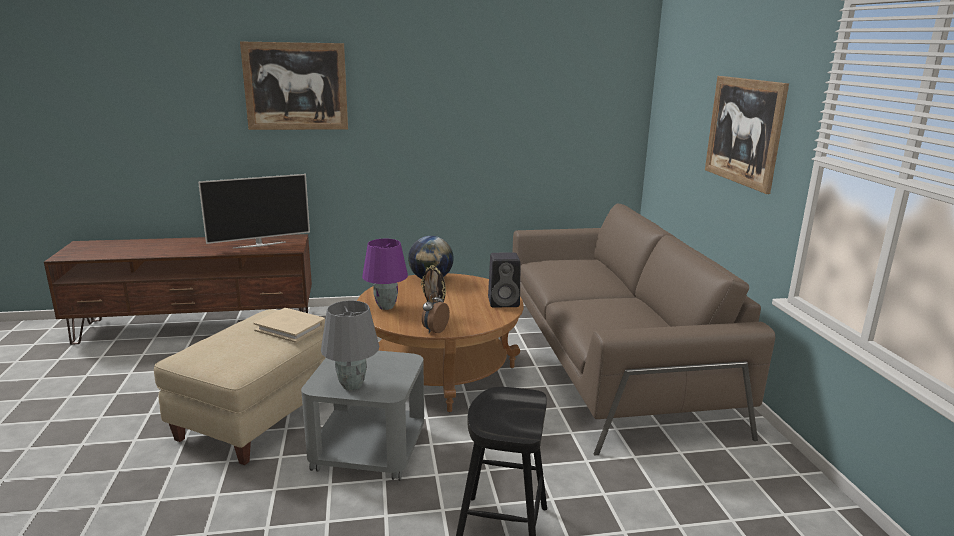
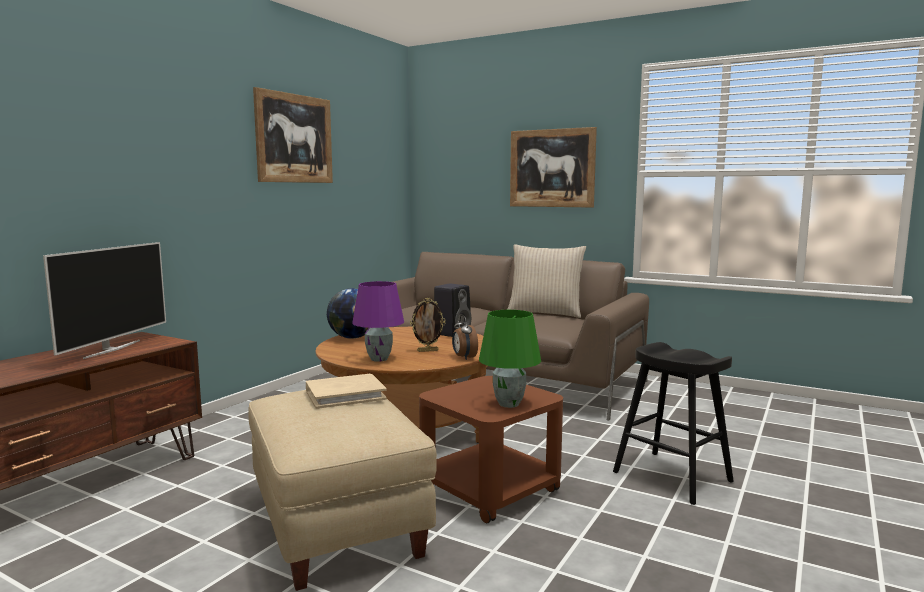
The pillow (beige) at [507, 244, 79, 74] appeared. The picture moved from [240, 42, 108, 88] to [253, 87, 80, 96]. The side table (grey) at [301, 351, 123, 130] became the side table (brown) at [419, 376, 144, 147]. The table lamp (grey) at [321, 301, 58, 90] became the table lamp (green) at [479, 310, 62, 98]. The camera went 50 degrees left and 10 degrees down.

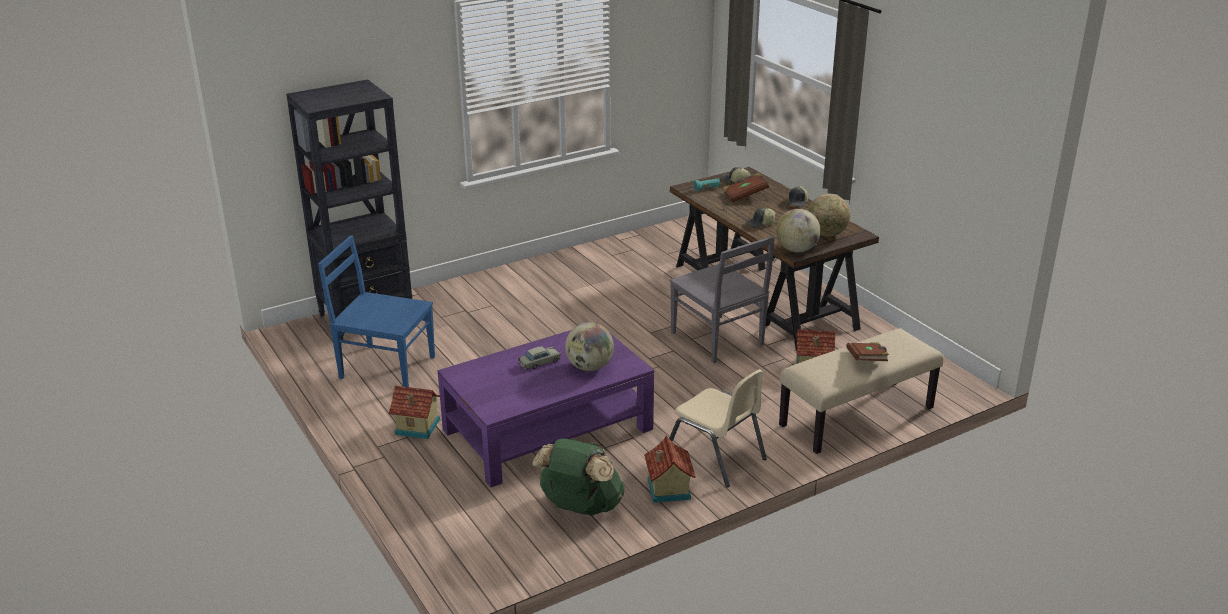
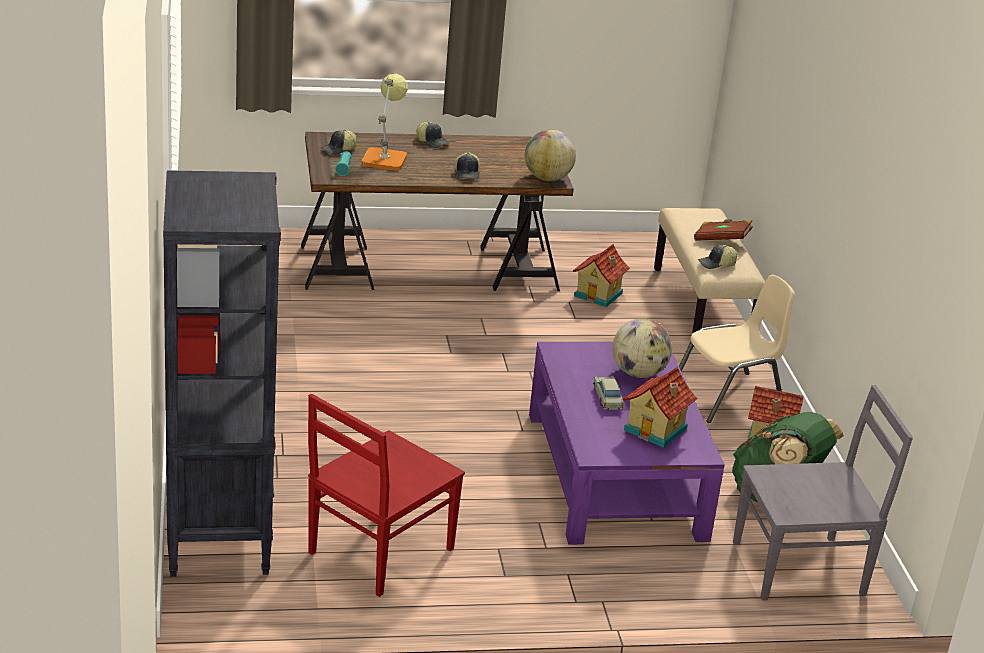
The globe at [808, 194, 42, 43] disappeared. The cap at [698, 245, 40, 24] appeared. The toy house moved from [389, 386, 51, 53] to [623, 367, 74, 81]. The chair (grey) moved from [670, 236, 105, 127] to [733, 385, 180, 216]. The book (brown) at [723, 173, 46, 29] was replaced by the table lamp at [362, 74, 46, 97]. The chair (blue) at [318, 235, 117, 152] became the chair (red) at [308, 394, 157, 203]. The camera went 70 degrees left and 0 degrees up.

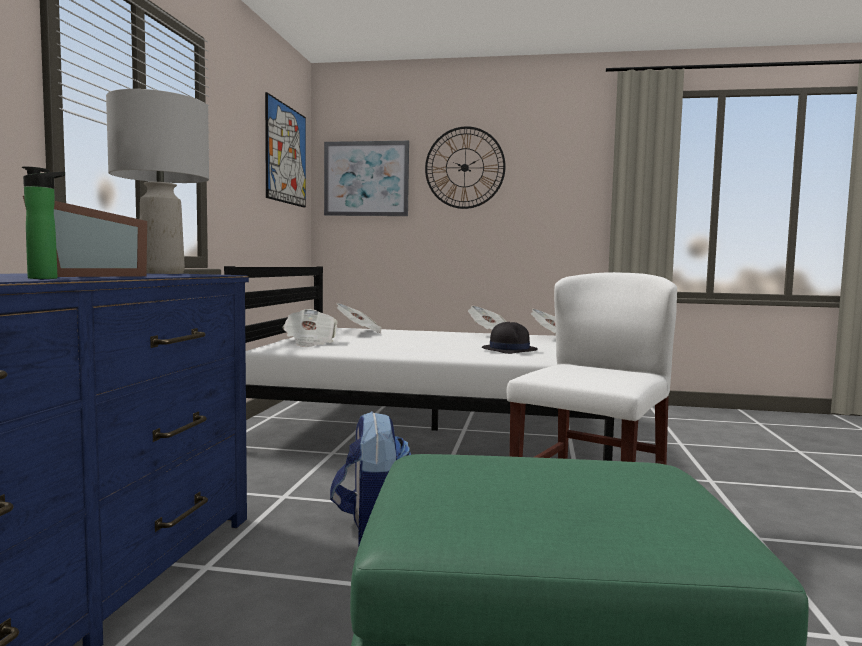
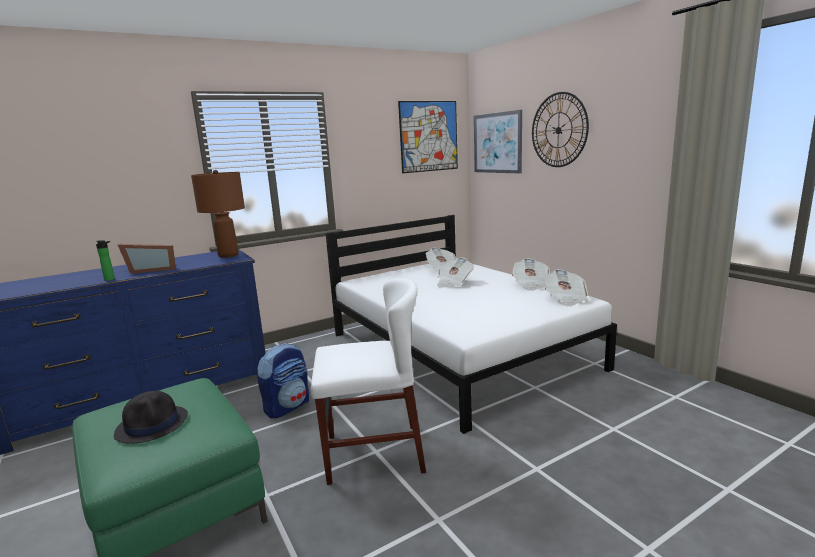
The newspaper moved from [283, 309, 55, 38] to [437, 257, 37, 31]. The hat (black) moved from [482, 322, 56, 32] to [114, 391, 74, 53]. The table lamp (grey) at [106, 89, 103, 185] became the table lamp (brown) at [191, 170, 54, 88]. The camera went 50 degrees right and 10 degrees up.

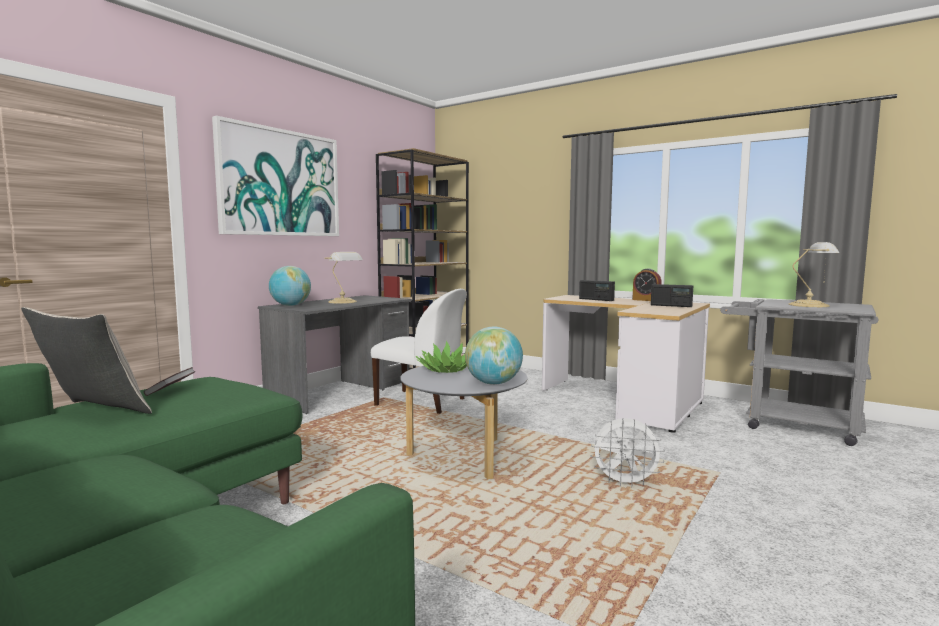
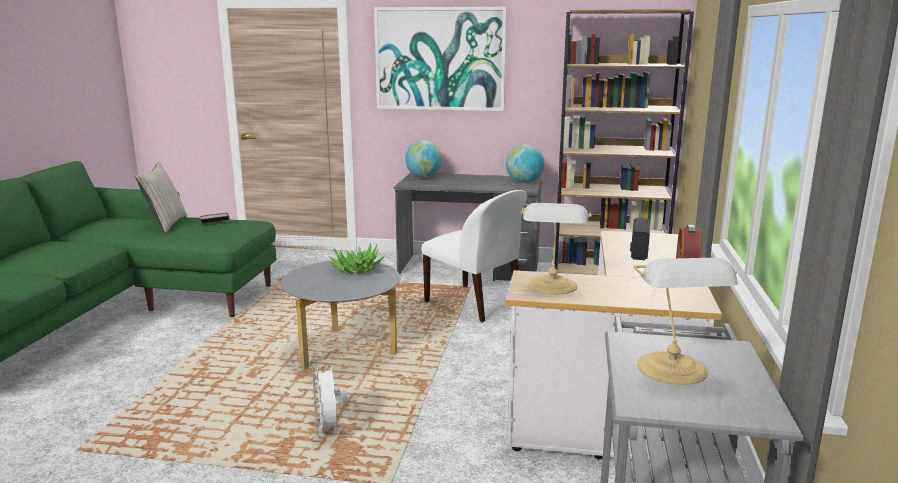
The radio at [651, 284, 42, 23] disappeared. The table lamp moved from [324, 252, 39, 52] to [521, 203, 71, 92]. The globe moved from [465, 326, 58, 59] to [506, 144, 38, 39]. The chair (white) at [371, 289, 96, 125] turned 45 degrees counterclockwise. The camera went 65 degrees right and 10 degrees up.

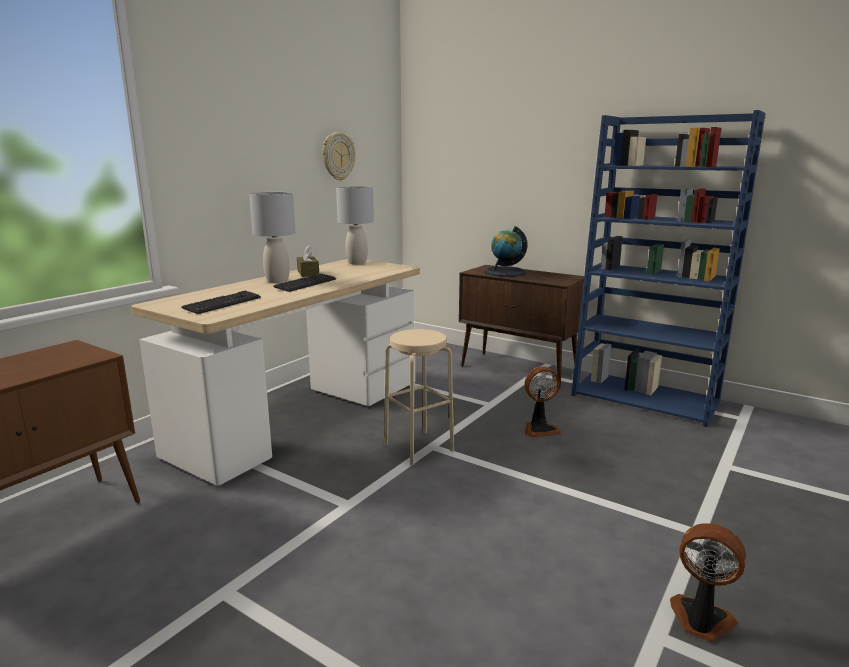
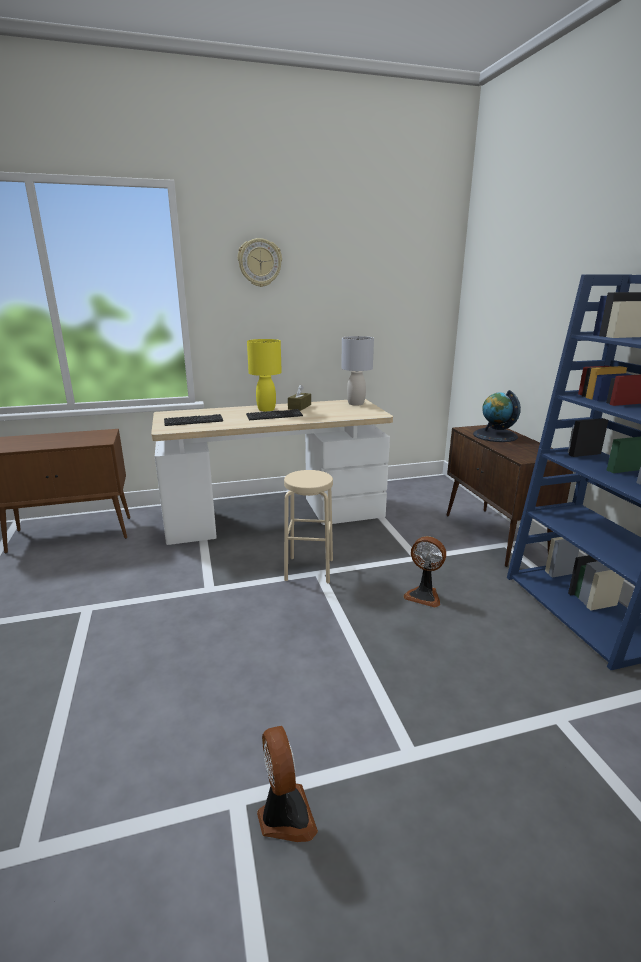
The wall clock moved from [323, 132, 32, 49] to [238, 238, 44, 49]. The table lamp (grey) at [249, 192, 47, 91] became the table lamp (yellow) at [247, 339, 35, 73]. The camera went 40 degrees right and 5 degrees up.

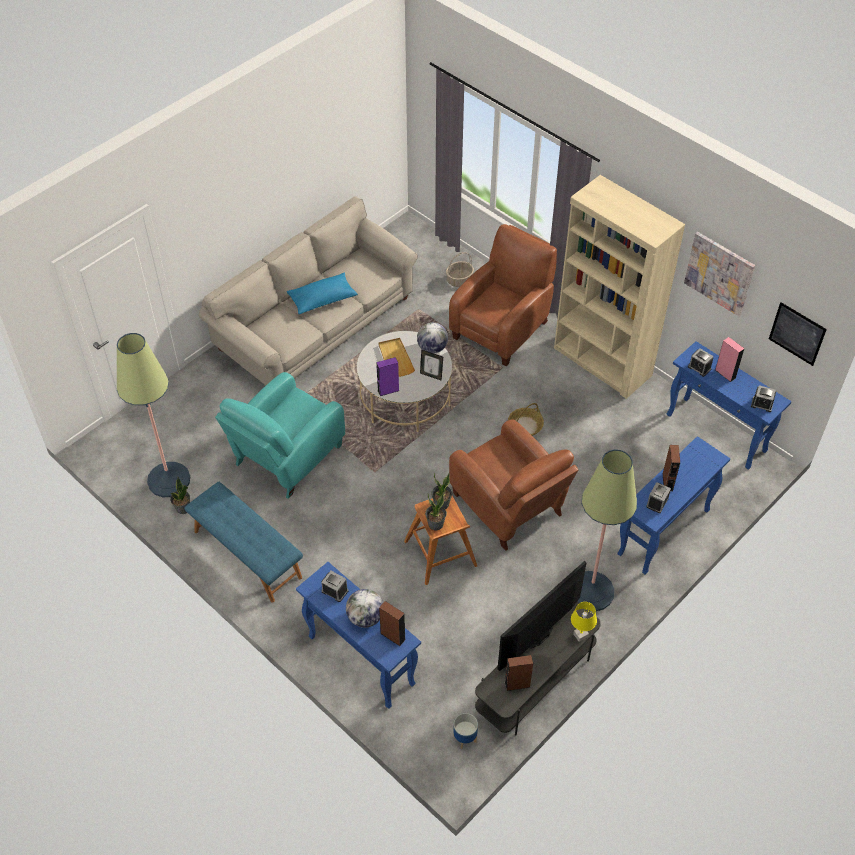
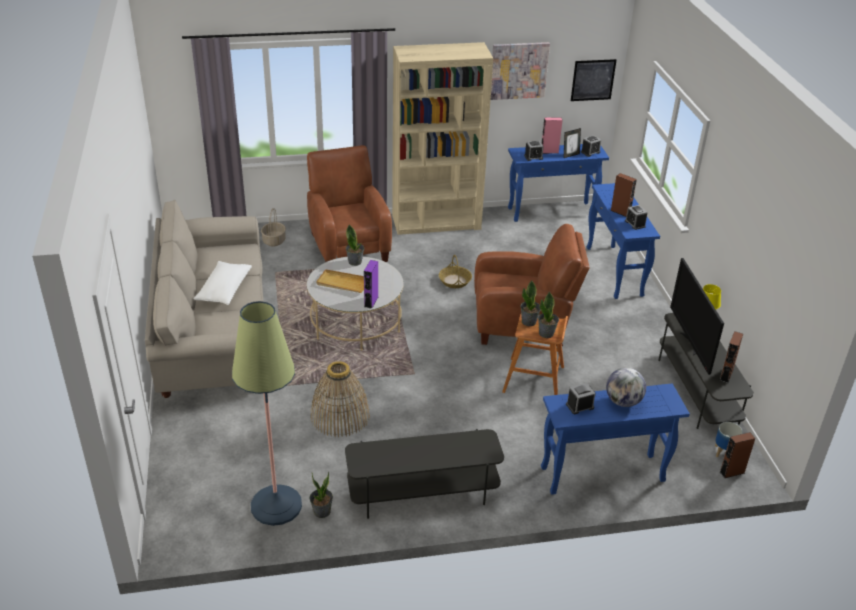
The floor lamp at [577, 449, 60, 162] disappeared. The speaker (brown) moved from [379, 601, 27, 45] to [720, 432, 35, 46]. The picture frame moved from [420, 350, 23, 31] to [563, 128, 18, 30]. The bench (blue) at [184, 482, 119, 121] was replaced by the tv stand (grey) at [345, 429, 159, 90]. The armchair (turquoise) at [215, 372, 130, 127] was replaced by the basket at [310, 361, 60, 76]. The globe at [417, 322, 31, 32] was replaced by the potted plant at [346, 225, 18, 41]. The pillow (blue) at [287, 273, 71, 41] became the pillow (white) at [194, 261, 58, 44]. The camera went 55 degrees left and 15 degrees down.

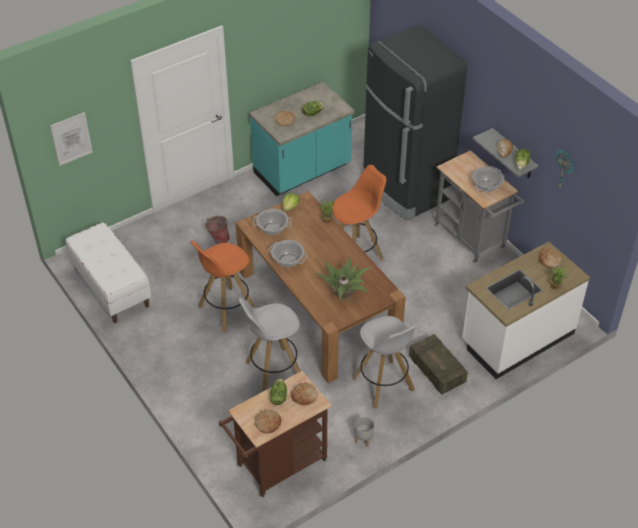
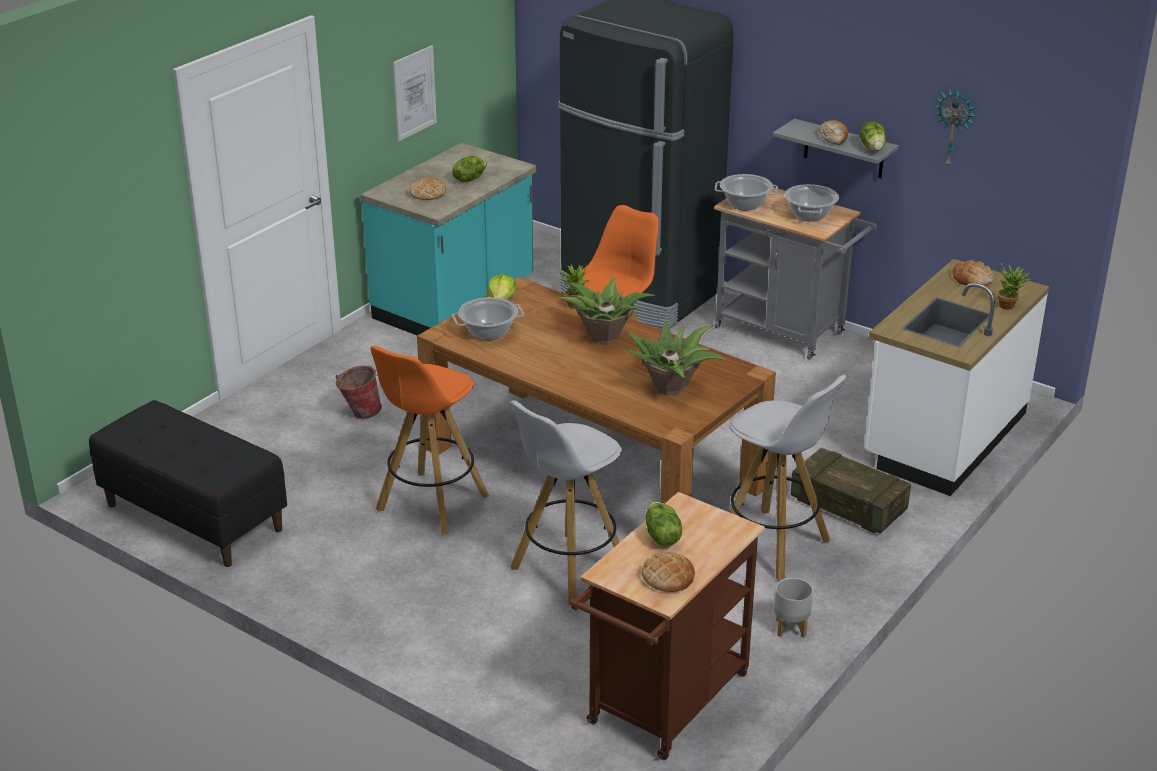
The bread at [291, 383, 27, 22] disappeared. The potted plant at [557, 277, 98, 68] appeared. The picture moved from [50, 112, 43, 54] to [393, 45, 44, 96]. The cooking pot moved from [268, 240, 39, 27] to [715, 174, 63, 36]. The bench (white) at [65, 222, 87, 101] became the bench (black) at [89, 400, 198, 167]. The camera went 20 degrees left and 15 degrees down.

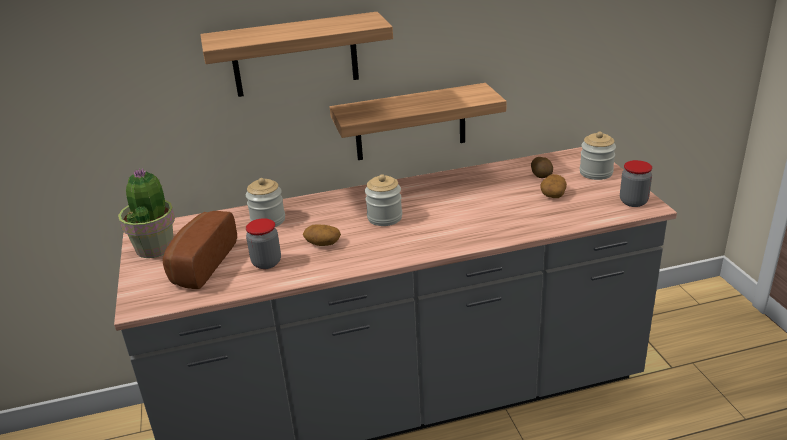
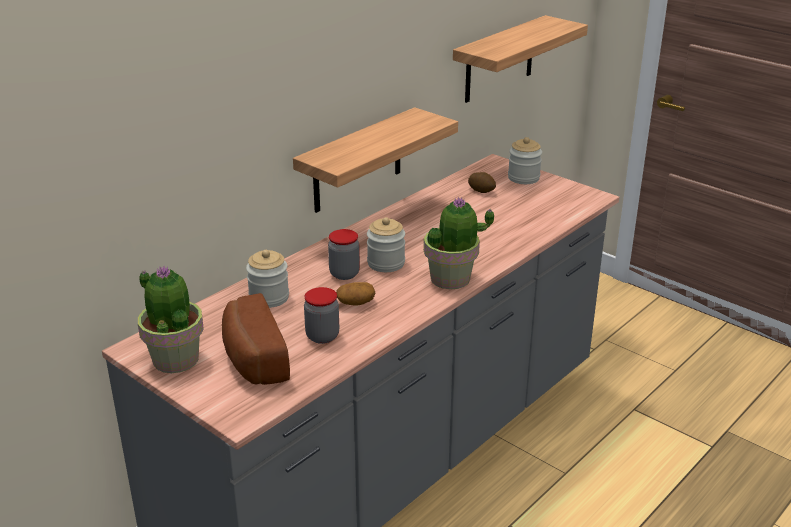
The potato at [540, 174, 27, 24] disappeared. The potted plant at [424, 197, 71, 92] appeared. The shelf moved from [200, 12, 193, 85] to [453, 15, 135, 88]. The jar moved from [620, 160, 32, 47] to [328, 229, 32, 51]. The camera went 35 degrees left and 0 degrees up.

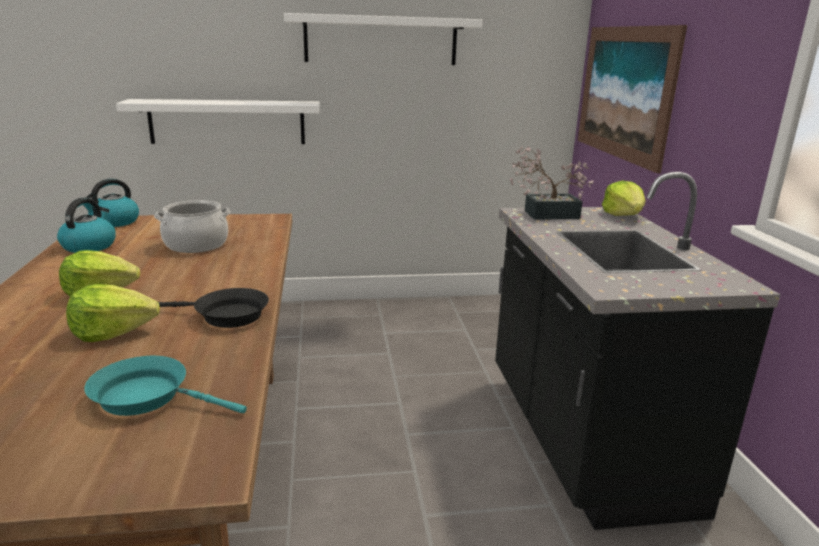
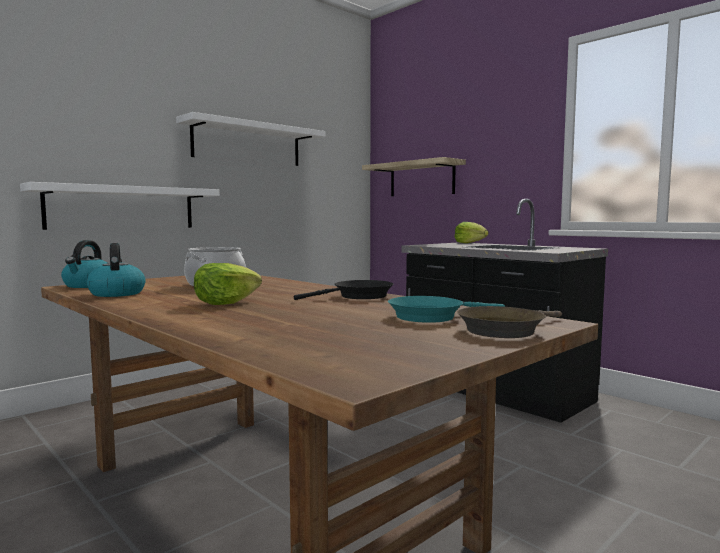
The lettuce at [66, 284, 94, 58] disappeared. The potted plant at [510, 146, 83, 74] disappeared. The frying pan (brown) at [457, 306, 105, 32] appeared. The picture at [578, 25, 109, 148] was replaced by the shelf at [362, 157, 104, 39]. The camera went 35 degrees left and 15 degrees down.

